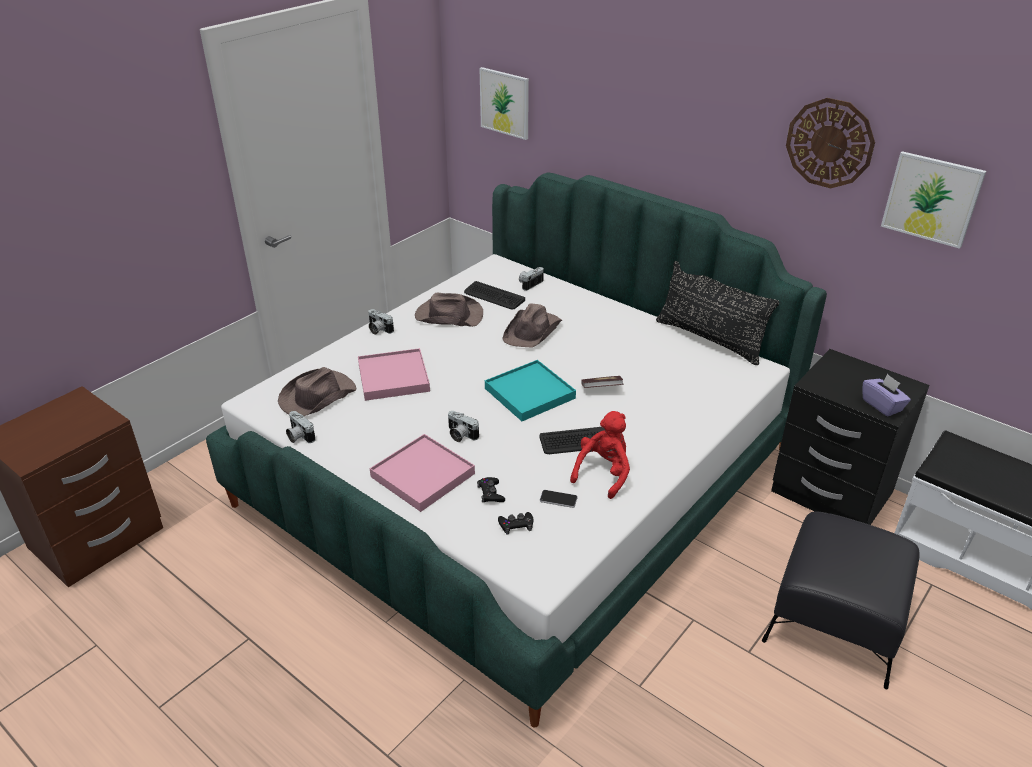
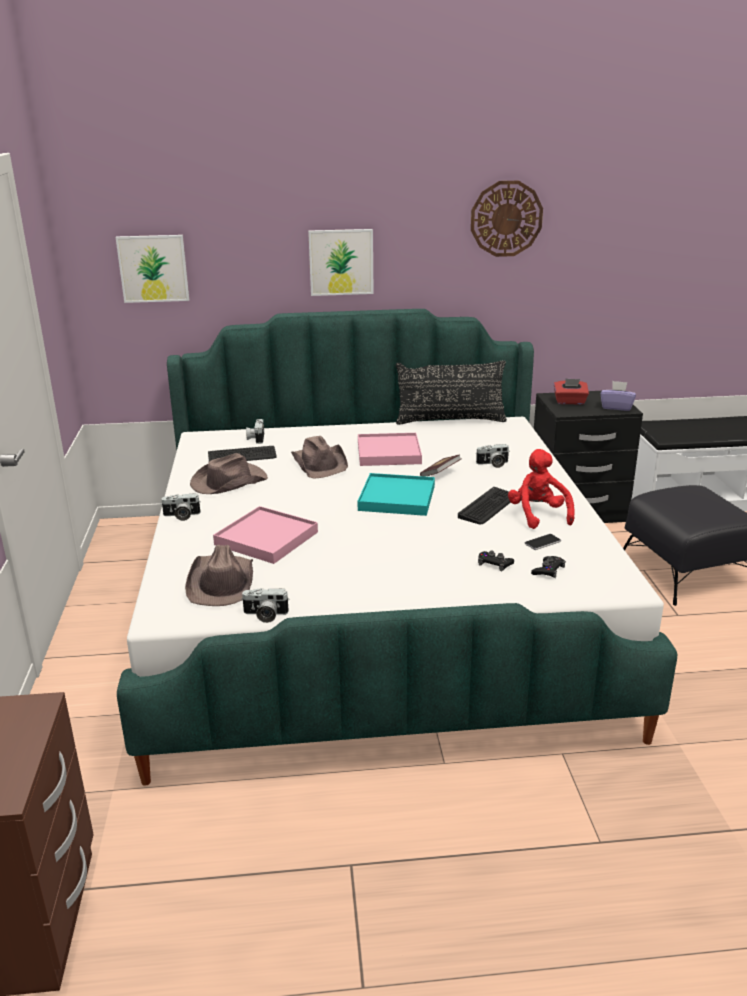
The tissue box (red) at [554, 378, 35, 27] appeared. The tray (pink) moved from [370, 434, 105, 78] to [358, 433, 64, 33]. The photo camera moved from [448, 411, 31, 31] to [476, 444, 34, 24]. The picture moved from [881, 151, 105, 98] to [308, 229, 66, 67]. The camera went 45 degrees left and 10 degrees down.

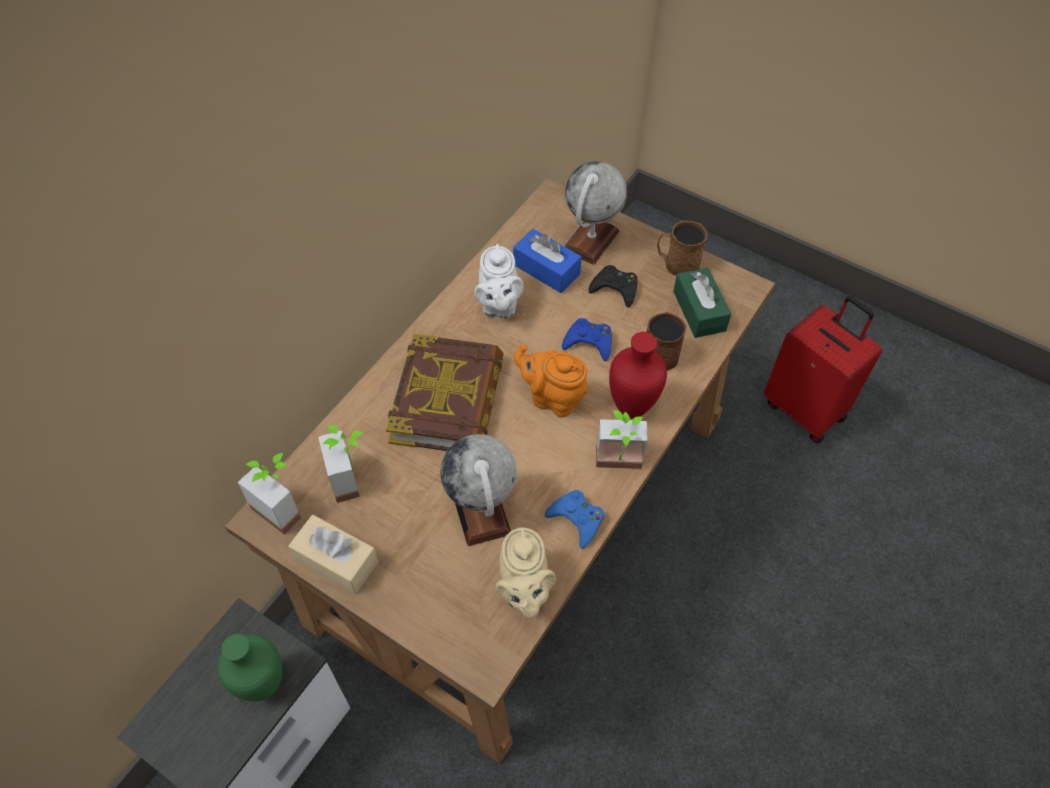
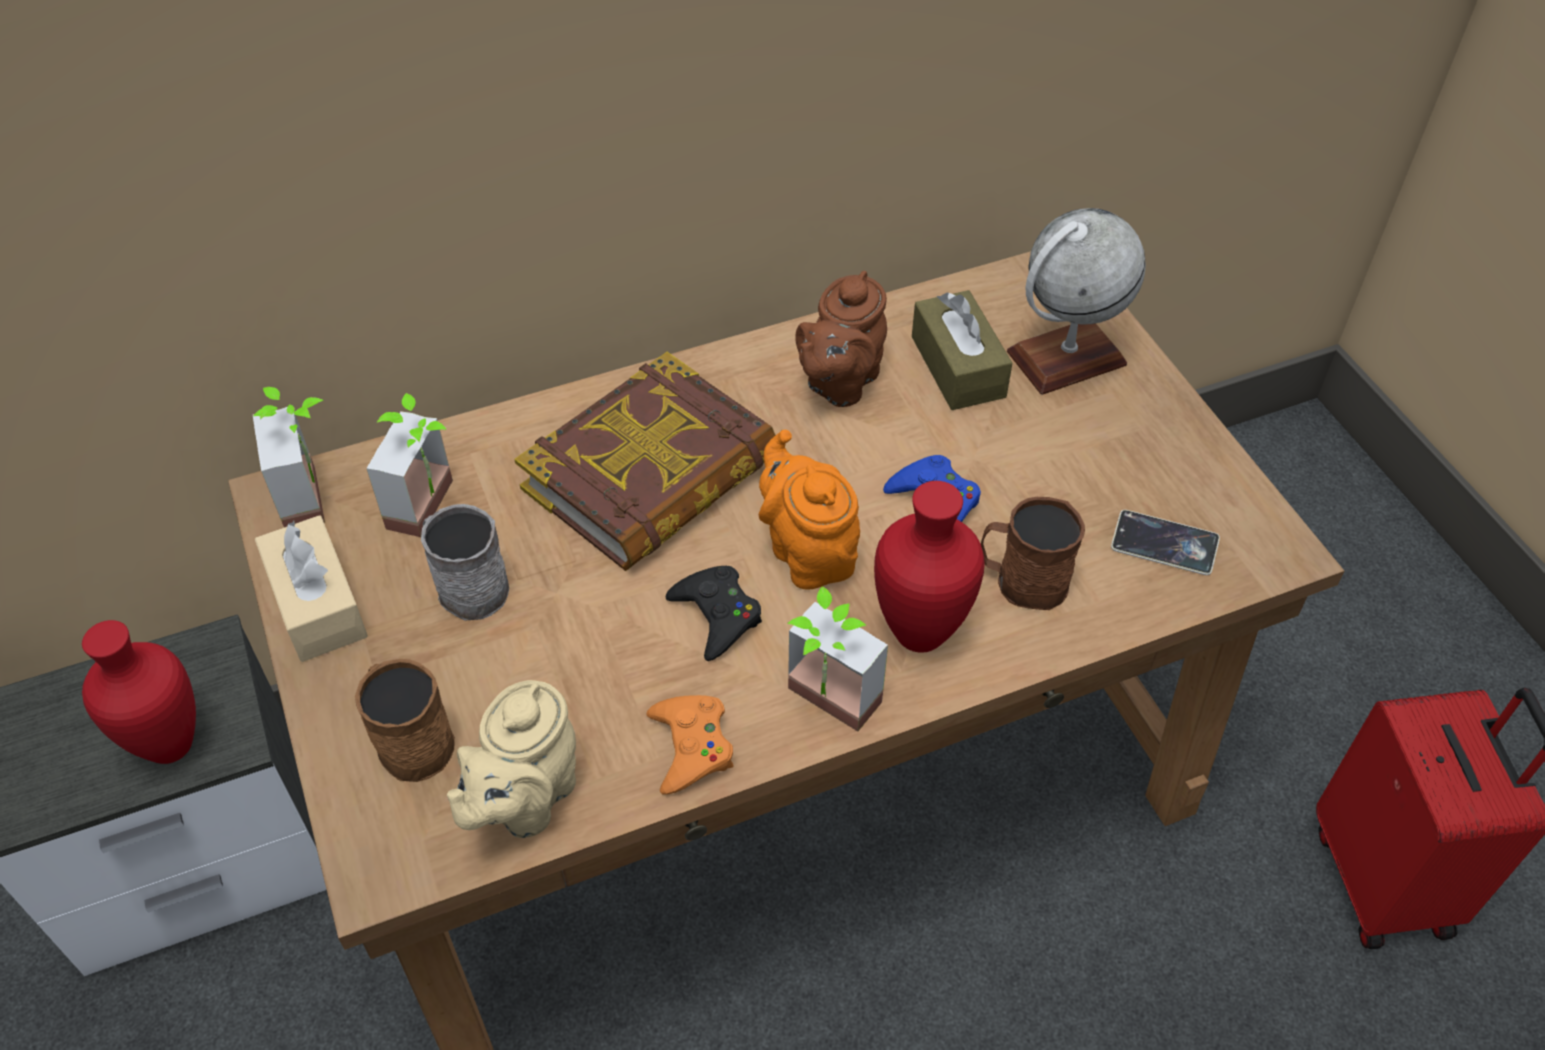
The globe at [440, 434, 77, 112] disappeared. The mug (grey) at [421, 504, 88, 116] appeared. The game controller (black) moved from [588, 265, 50, 43] to [666, 566, 96, 95]. The mug (brown) moved from [657, 221, 51, 55] to [355, 659, 100, 123]. The tissue box (green) at [673, 267, 58, 71] was replaced by the phone at [1111, 510, 109, 65]. The vase (green) at [217, 634, 65, 68] became the vase (red) at [82, 620, 114, 144]. The teapot (white) at [474, 244, 50, 75] became the teapot (brown) at [795, 271, 92, 136]. The tissue box (blue) at [513, 229, 69, 64] became the tissue box (brown) at [912, 290, 100, 120]. The game controller (blue) at [545, 490, 59, 59] became the game controller (orange) at [647, 695, 86, 100]. The camera went 35 degrees right and 5 degrees down.

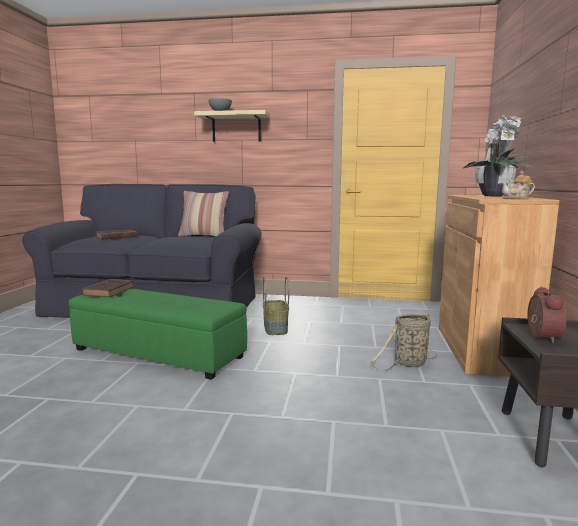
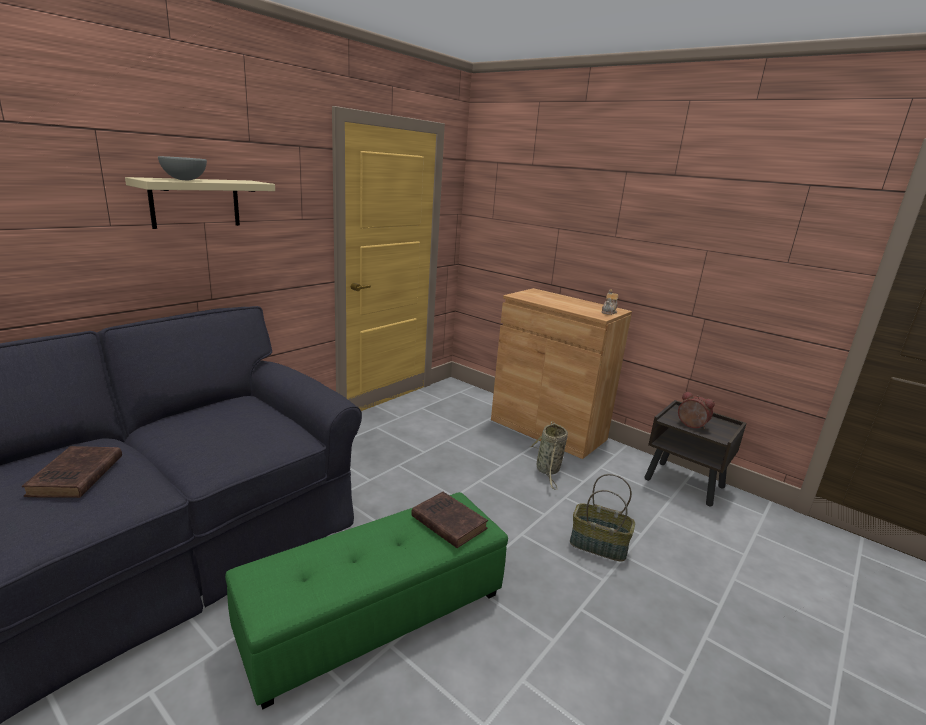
The pillow at [178, 191, 51, 46] disappeared. The potted plant at [463, 115, 70, 81] disappeared. The book (brown) moved from [81, 279, 53, 19] to [411, 492, 77, 56]. The basket moved from [263, 276, 26, 59] to [570, 474, 65, 87]. The camera went 60 degrees left and 10 degrees up.

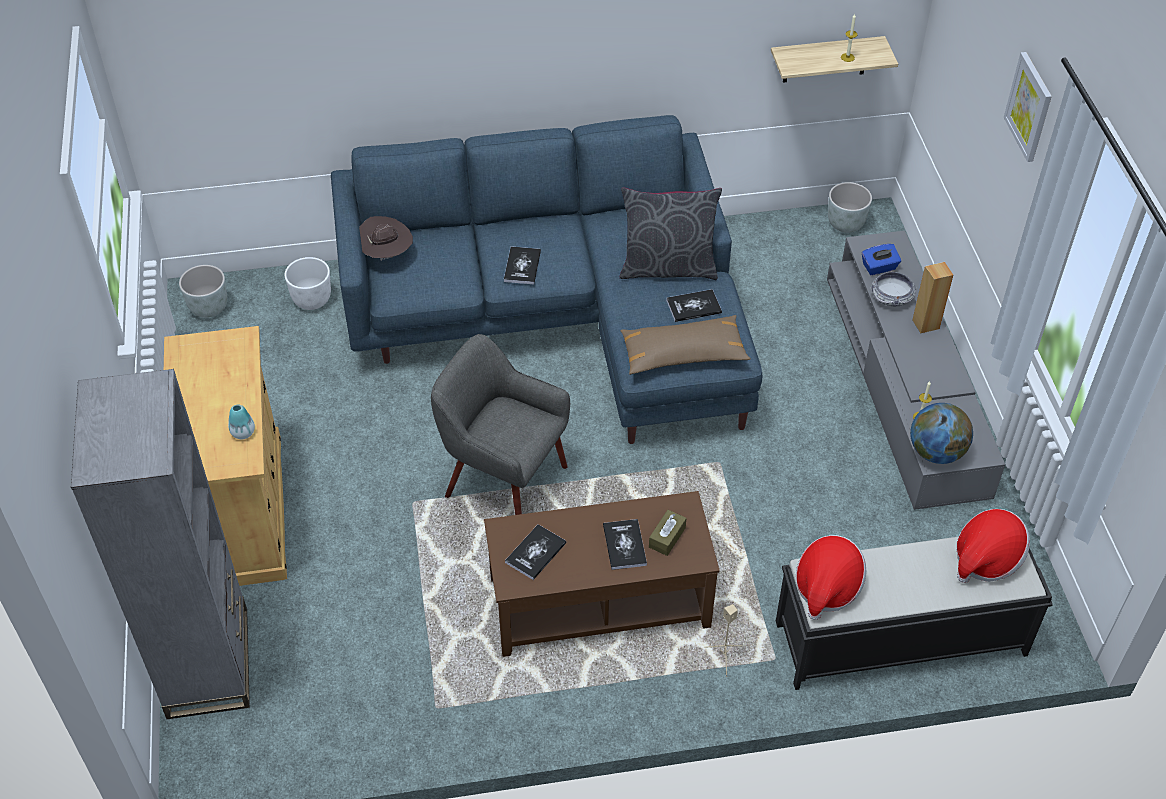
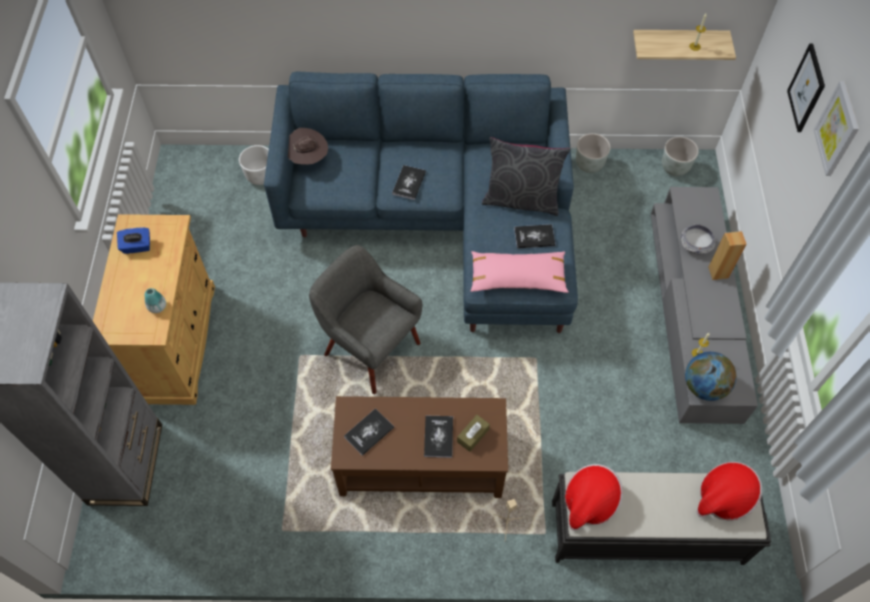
The picture at [787, 43, 38, 89] appeared. The planter (grey) moved from [179, 265, 48, 53] to [576, 133, 35, 40]. The tissue box (blue) moved from [862, 244, 39, 31] to [117, 228, 33, 26]. The pillow (brown) at [620, 315, 131, 60] became the pillow (pink) at [471, 251, 98, 42]. The camera went 10 degrees right and 10 degrees up.

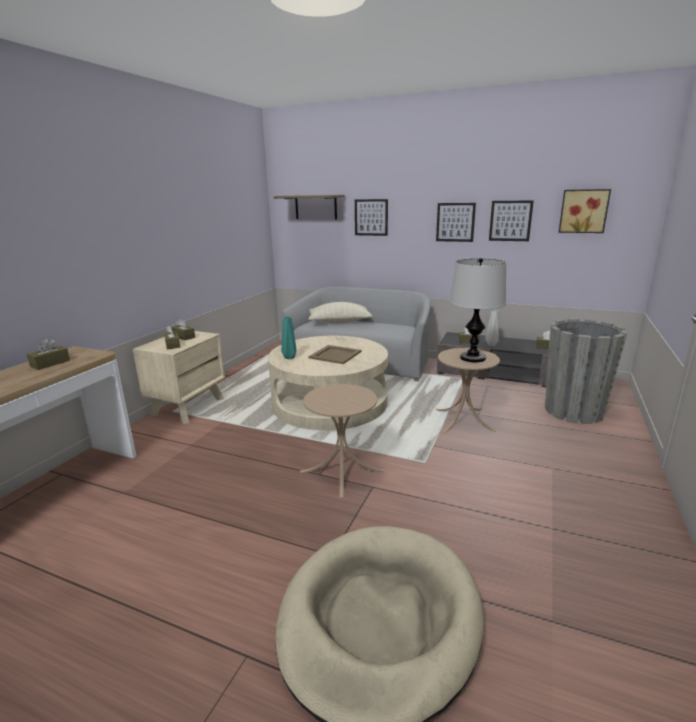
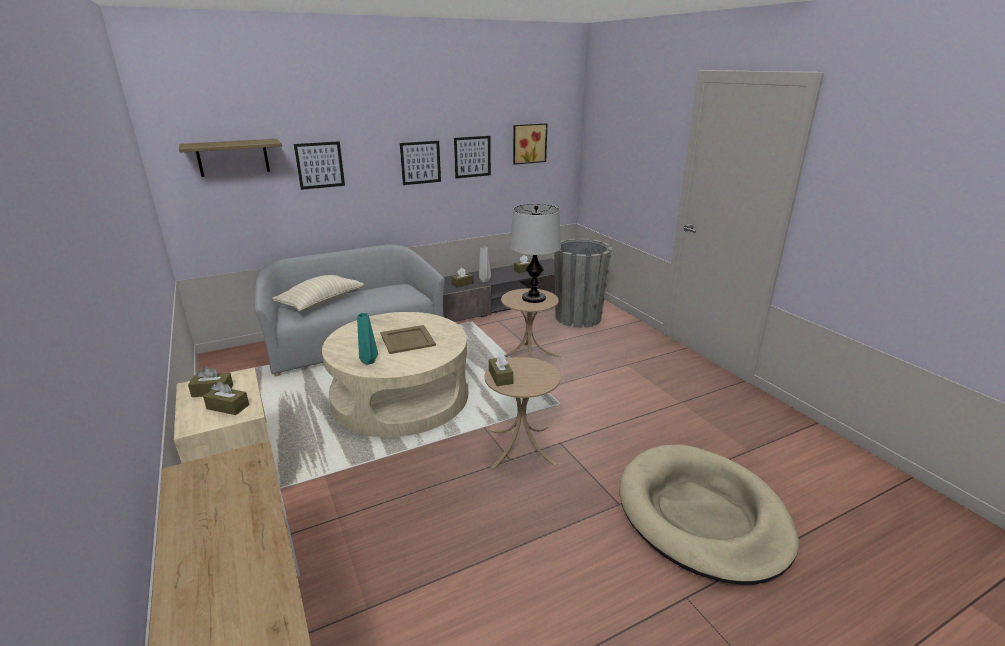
The tissue box (brown) moved from [27, 339, 43, 31] to [489, 353, 24, 33]. The camera went 50 degrees left and 5 degrees up.

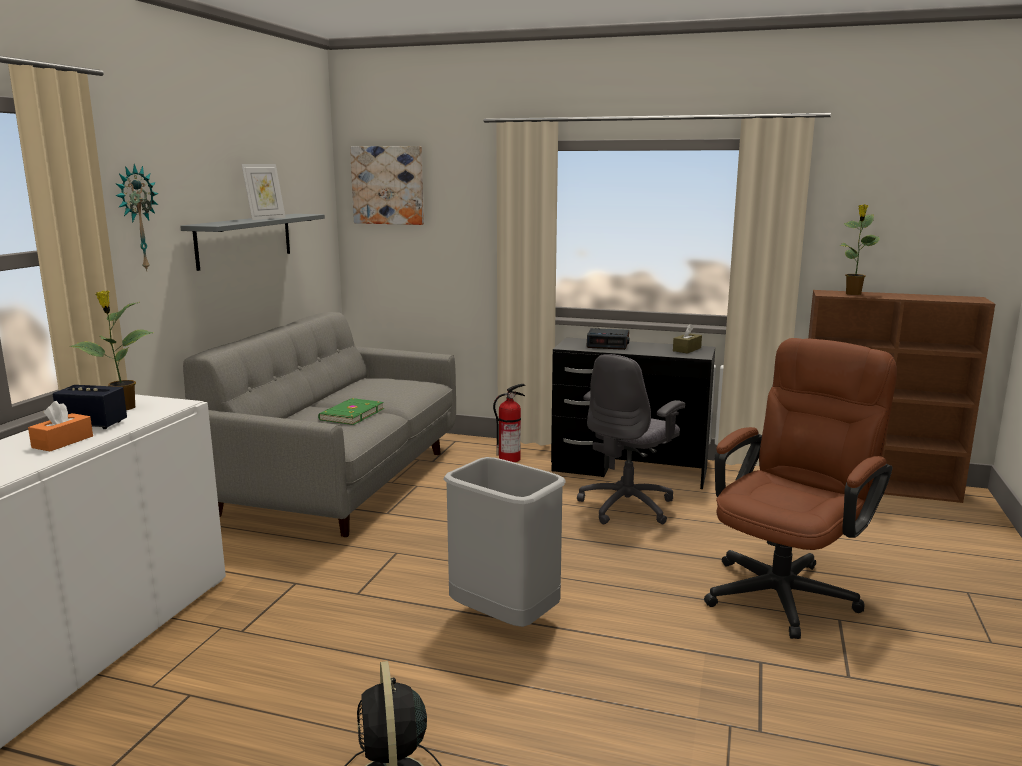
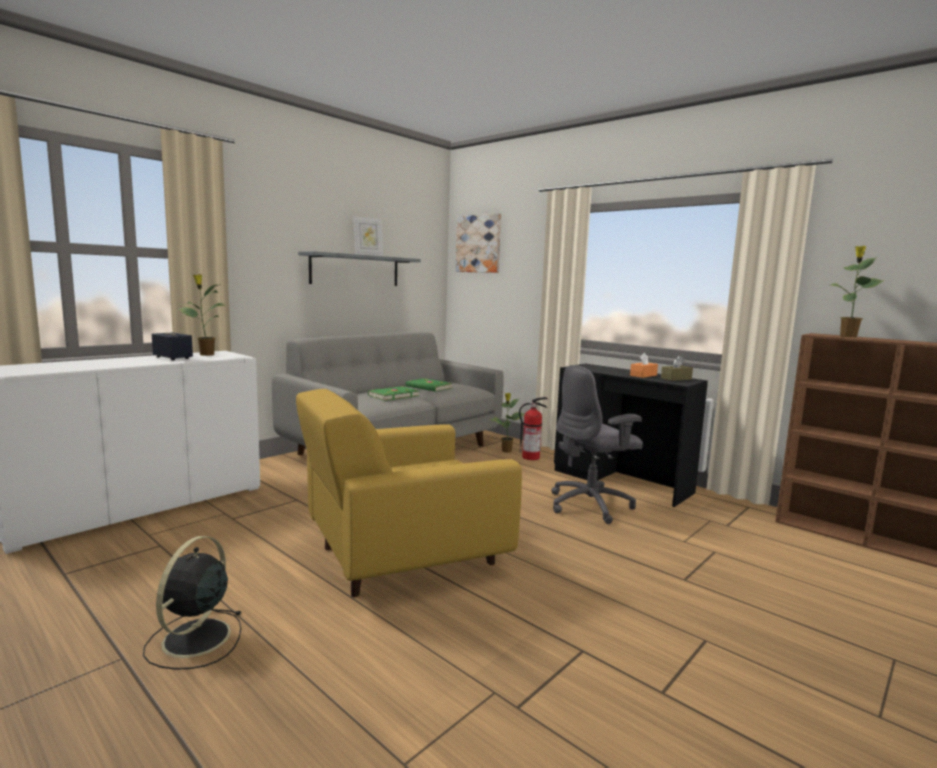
The wall clock at [115, 164, 43, 108] disappeared. The alarm clock at [586, 328, 43, 22] disappeared. The office chair (brown) at [704, 338, 193, 301] disappeared. The book (green) at [406, 378, 47, 14] appeared. The potted plant at [490, 393, 34, 60] appeared. The tissue box (orange) moved from [28, 401, 65, 50] to [630, 353, 28, 25]. The trash can (grey) at [443, 457, 123, 170] was replaced by the armchair (yellow) at [296, 389, 226, 208]. The camera went 25 degrees right and 5 degrees down.

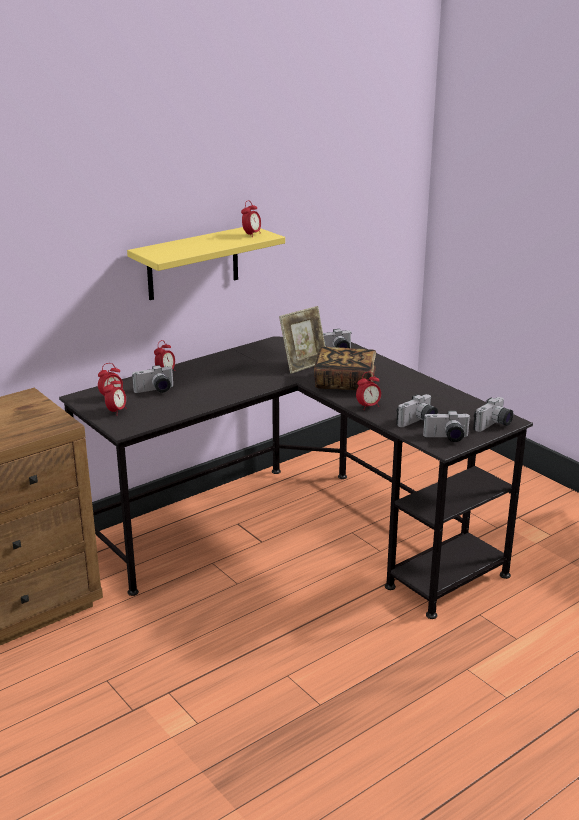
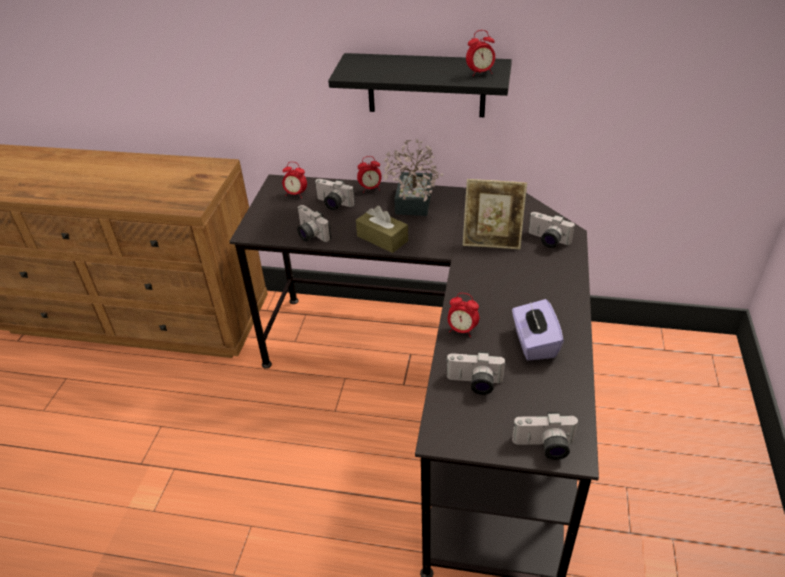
The alarm clock at [103, 376, 23, 36] disappeared. The book at [314, 347, 62, 43] disappeared. The tissue box (brown) at [356, 206, 52, 47] appeared. The potted plant at [383, 139, 61, 77] appeared. The tissue box (purple) at [512, 299, 52, 62] appeared. The photo camera moved from [423, 411, 48, 31] to [297, 205, 34, 37]. The shelf (yellow) at [127, 227, 158, 73] became the shelf (black) at [328, 53, 184, 64]. The camera went 50 degrees right and 15 degrees up.

